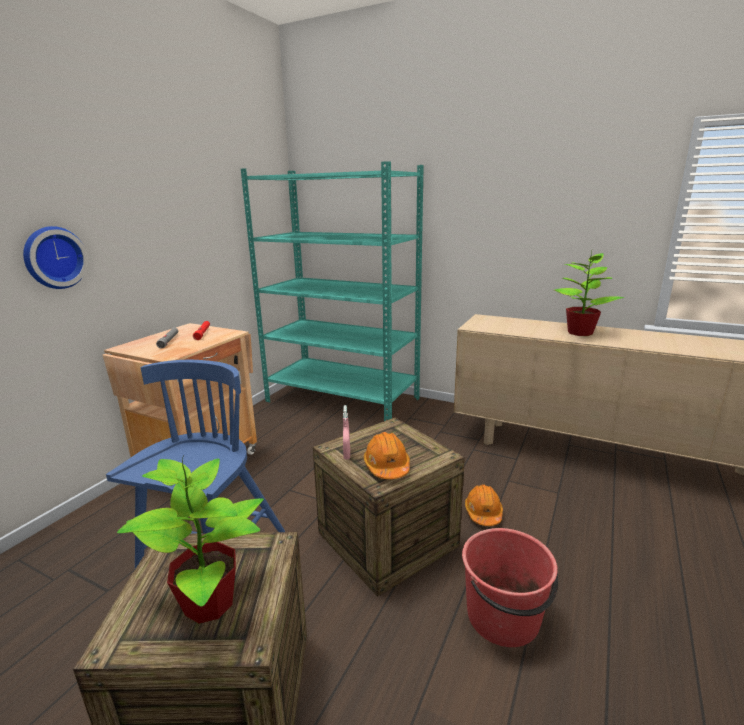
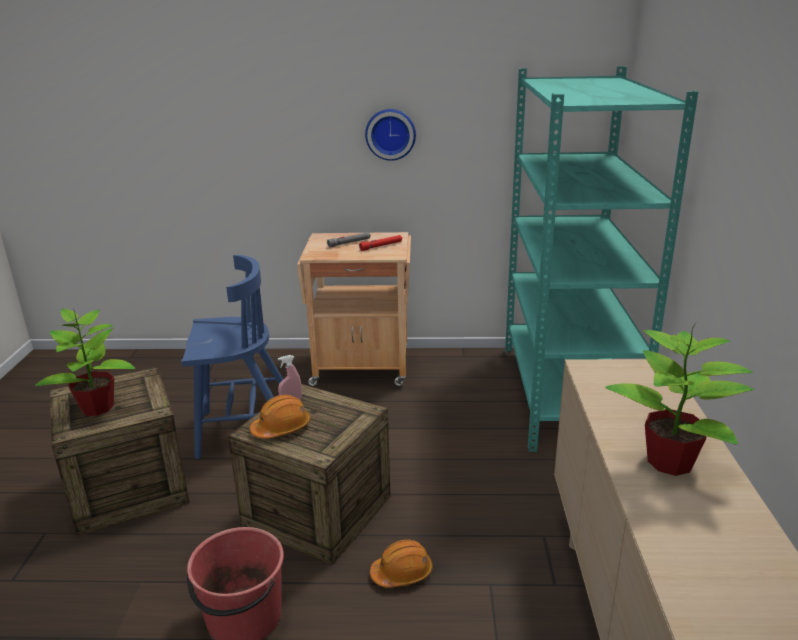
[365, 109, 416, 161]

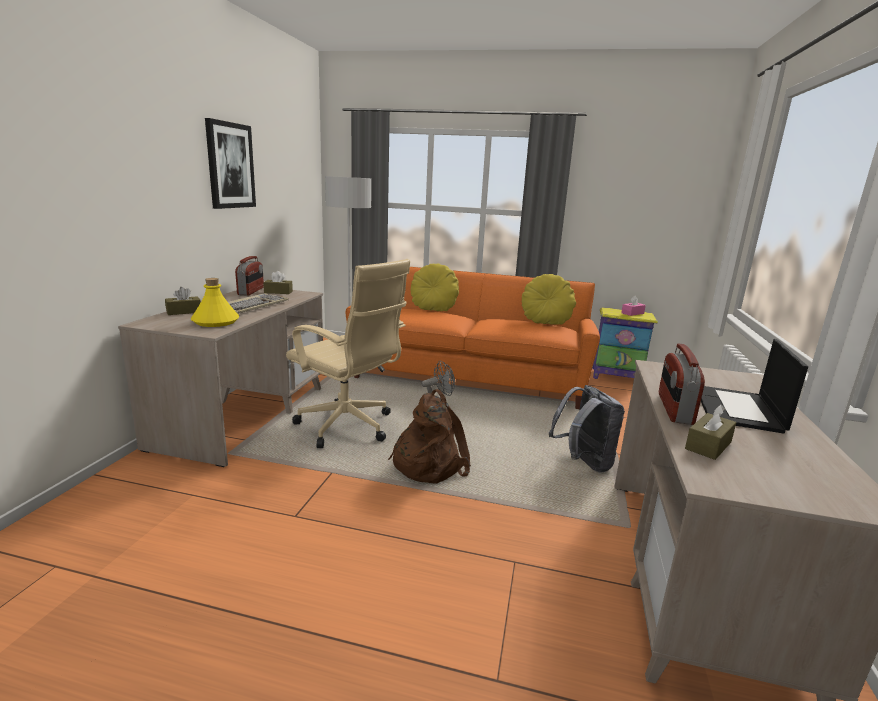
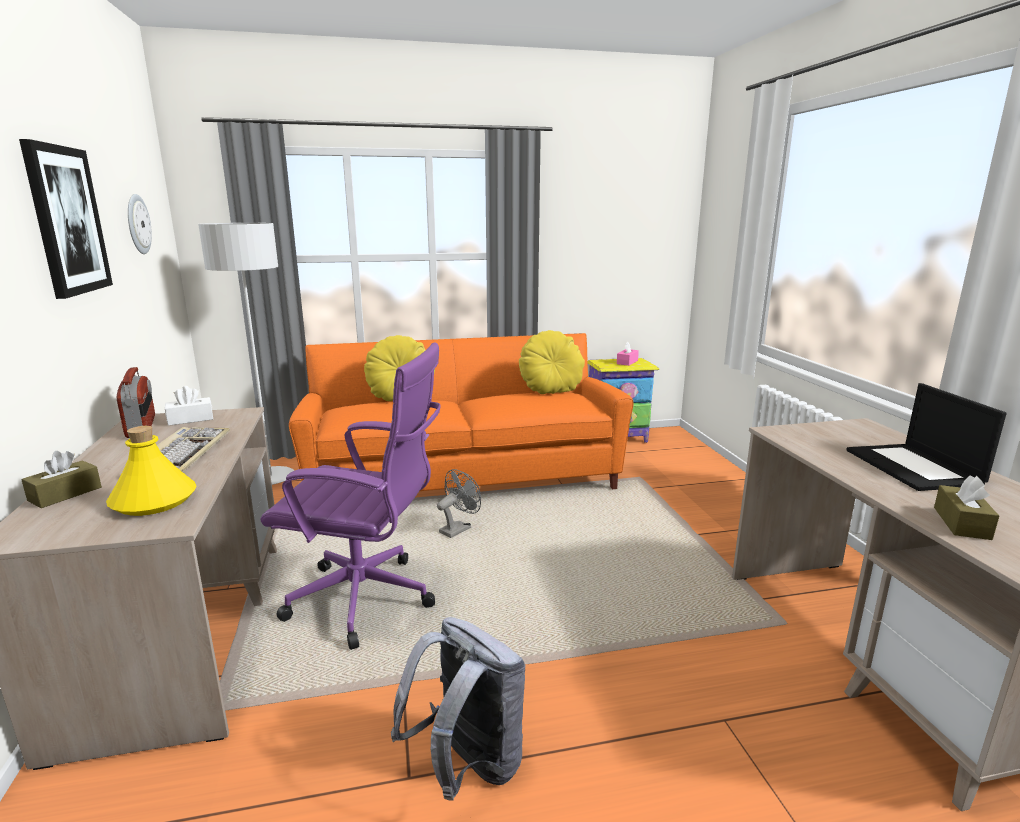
[388, 389, 471, 484] (first image)
[659, 344, 705, 425] (first image)
[128, 194, 152, 254]
[391, 617, 526, 801]
[165, 386, 213, 426]
[260, 343, 441, 650]

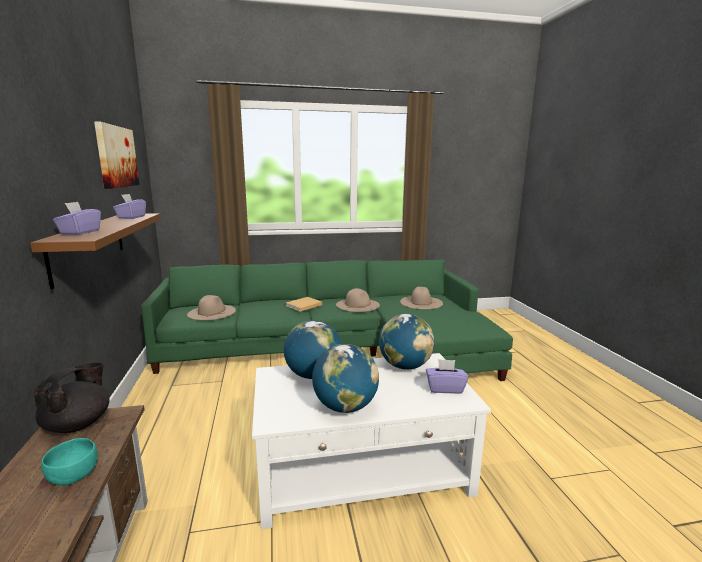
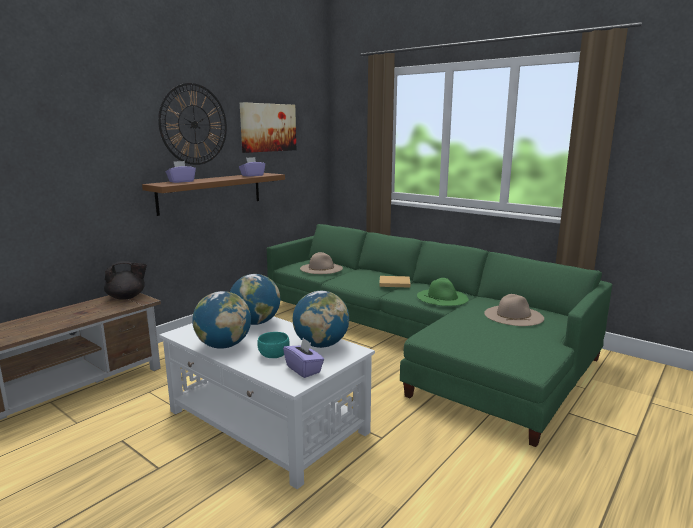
[158, 83, 227, 165]
[257, 332, 290, 358]
[417, 278, 469, 306]

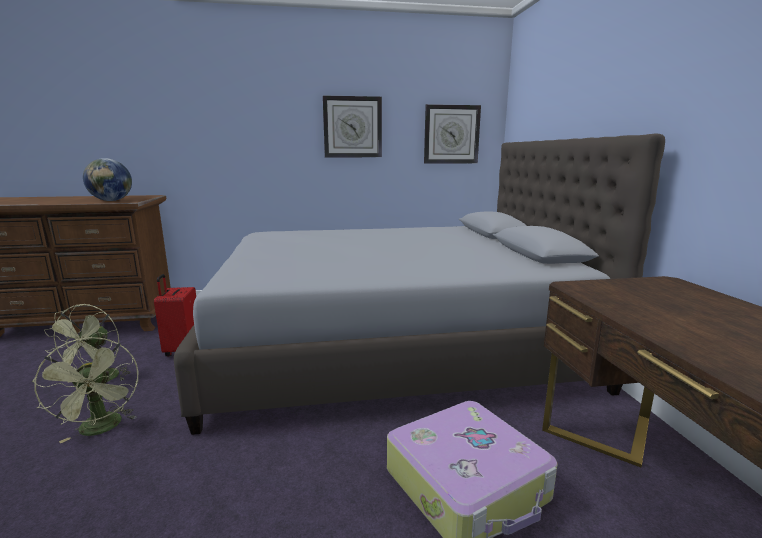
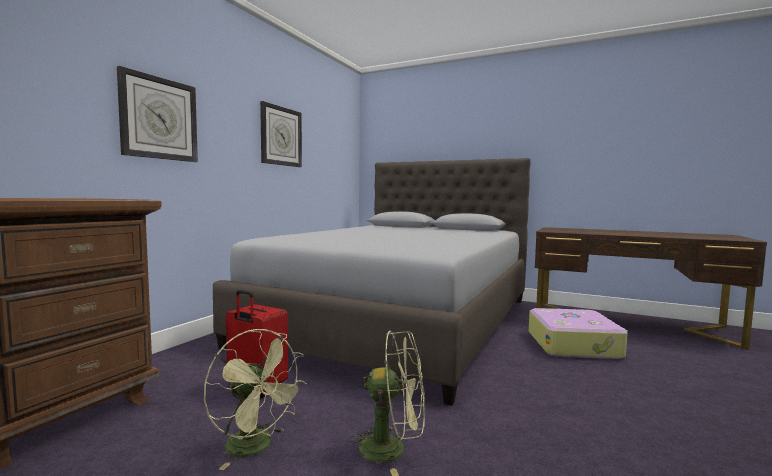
[83, 158, 132, 201] (first image)
[117, 66, 198, 162]

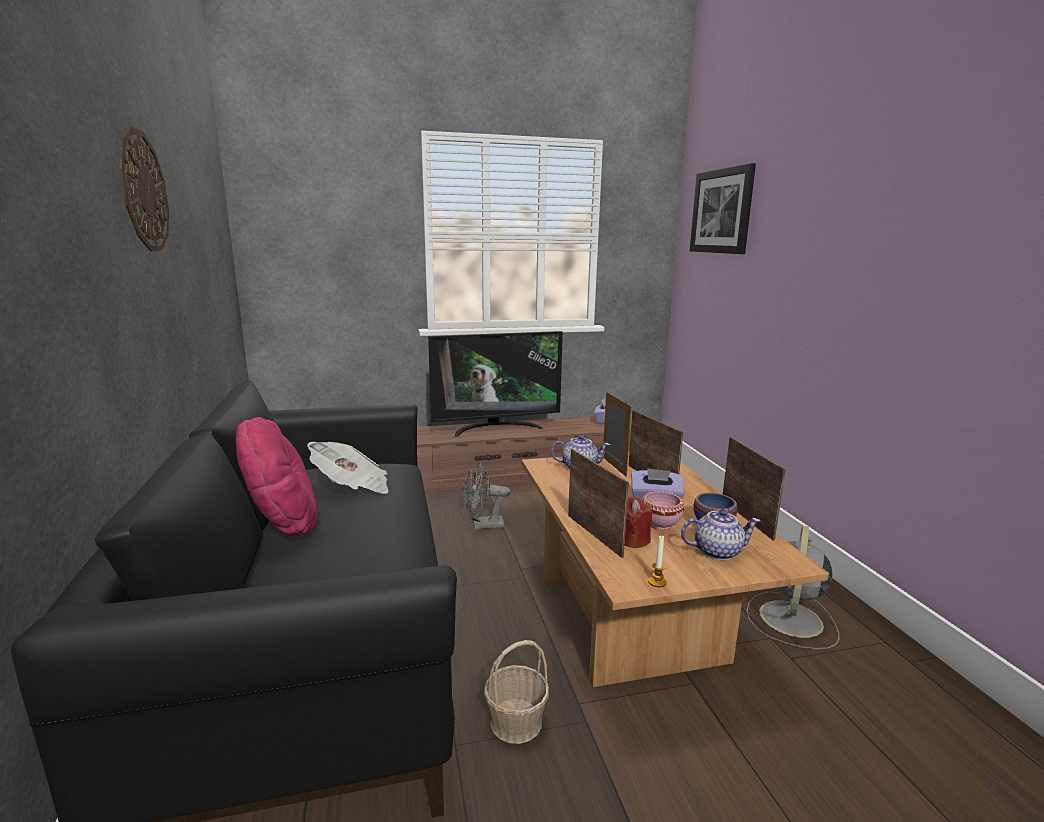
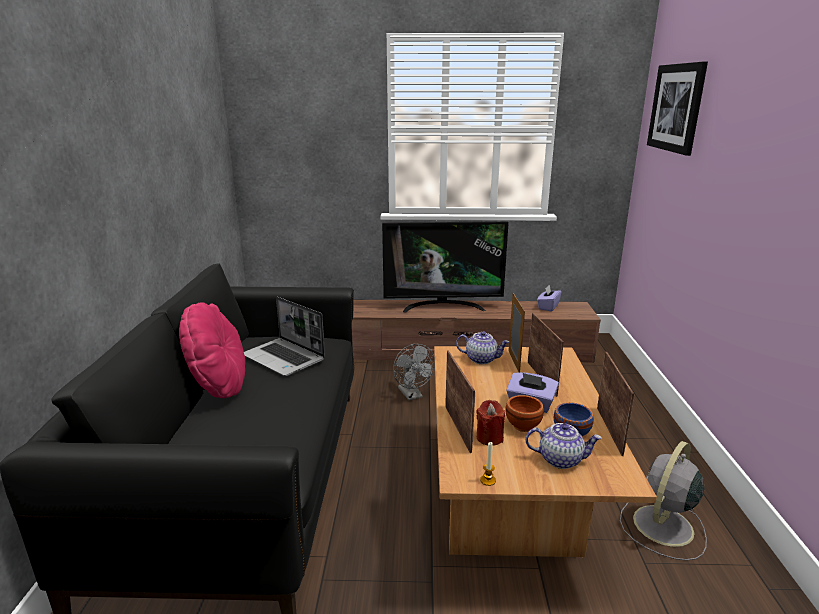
[119, 126, 169, 251] (first image)
[484, 640, 549, 744] (first image)
[244, 297, 325, 376]
[505, 395, 544, 432]
[393, 344, 435, 400]

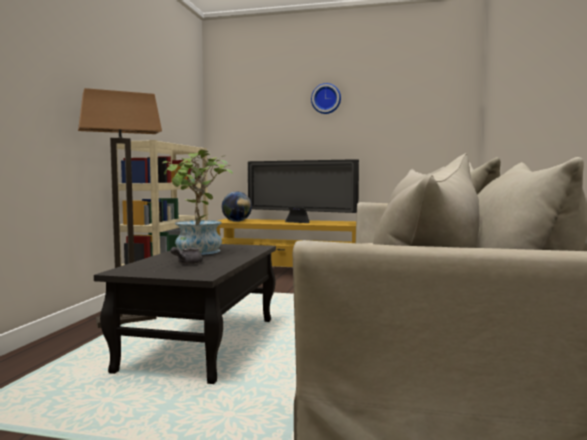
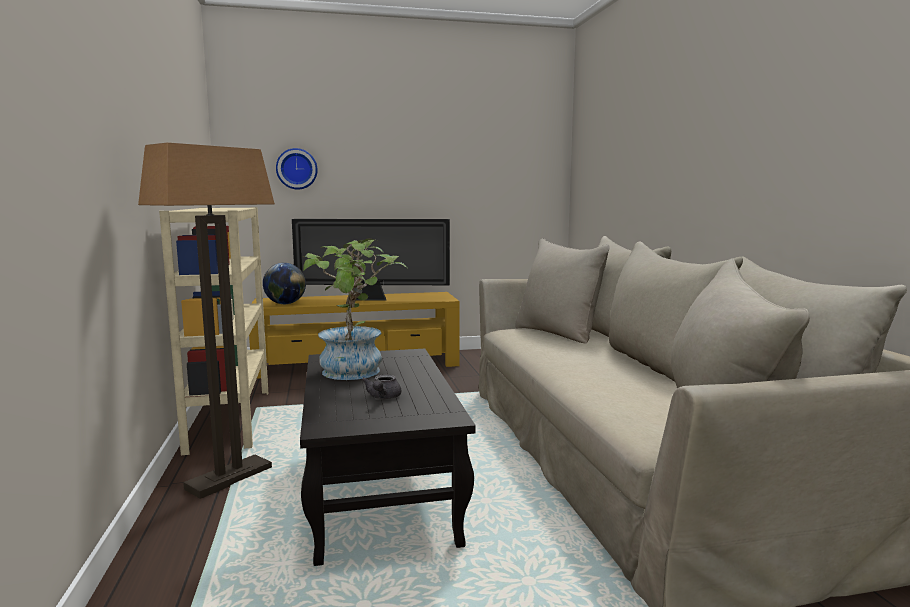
[276, 148, 318, 190]

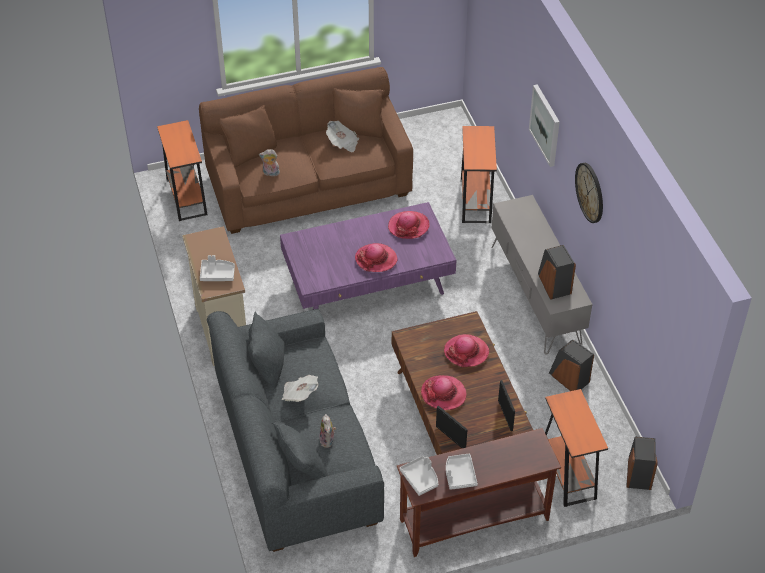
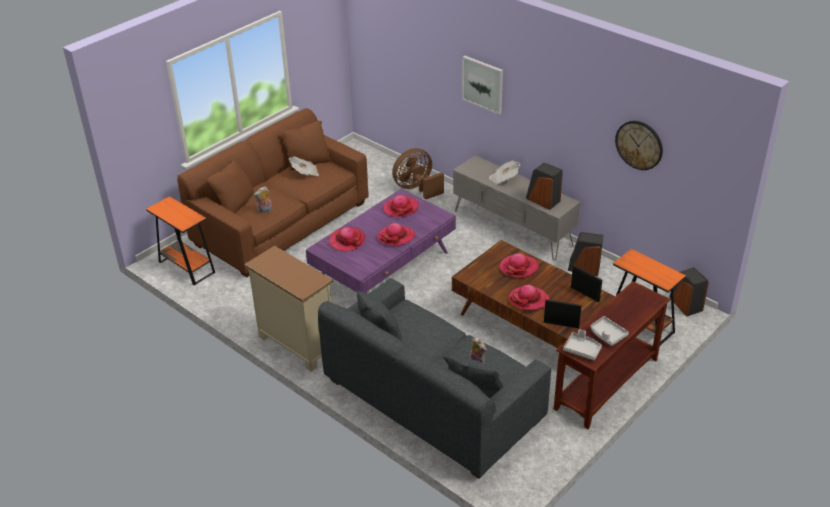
[200, 255, 235, 281] (first image)
[329, 227, 365, 251]
[489, 161, 520, 185]
[615, 121, 663, 170]
[392, 148, 444, 200]

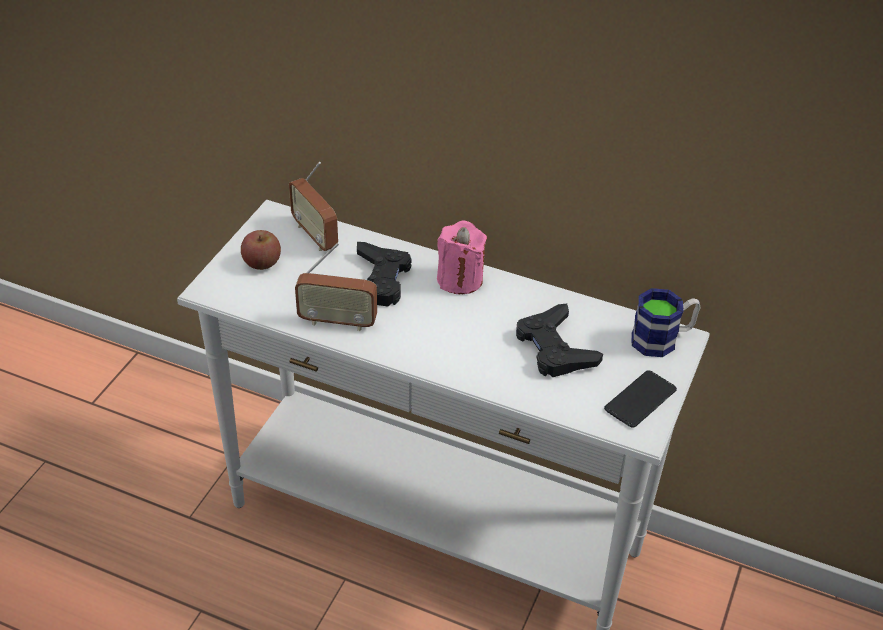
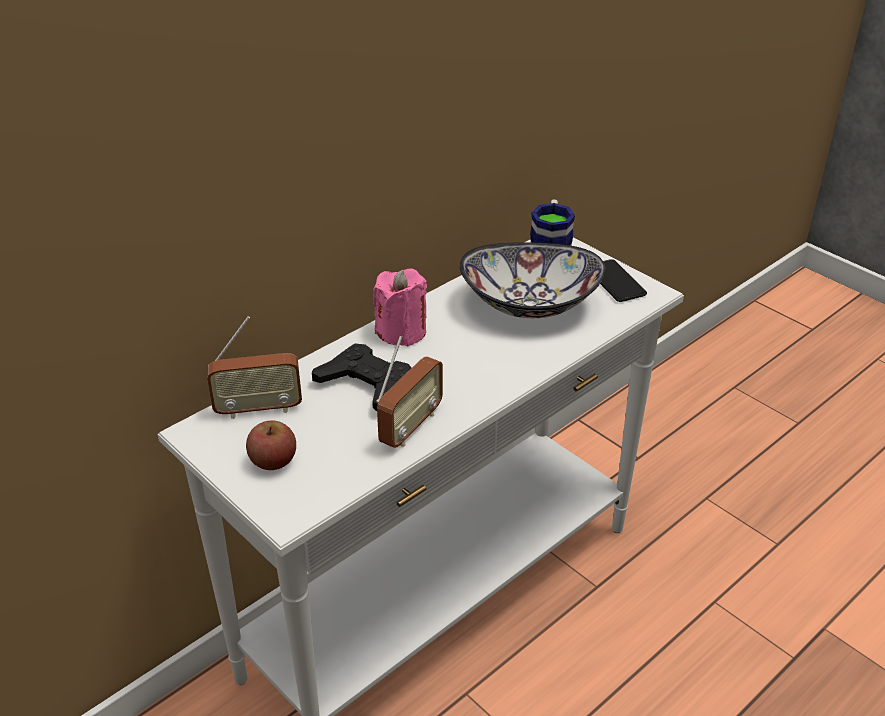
[460, 242, 605, 318]

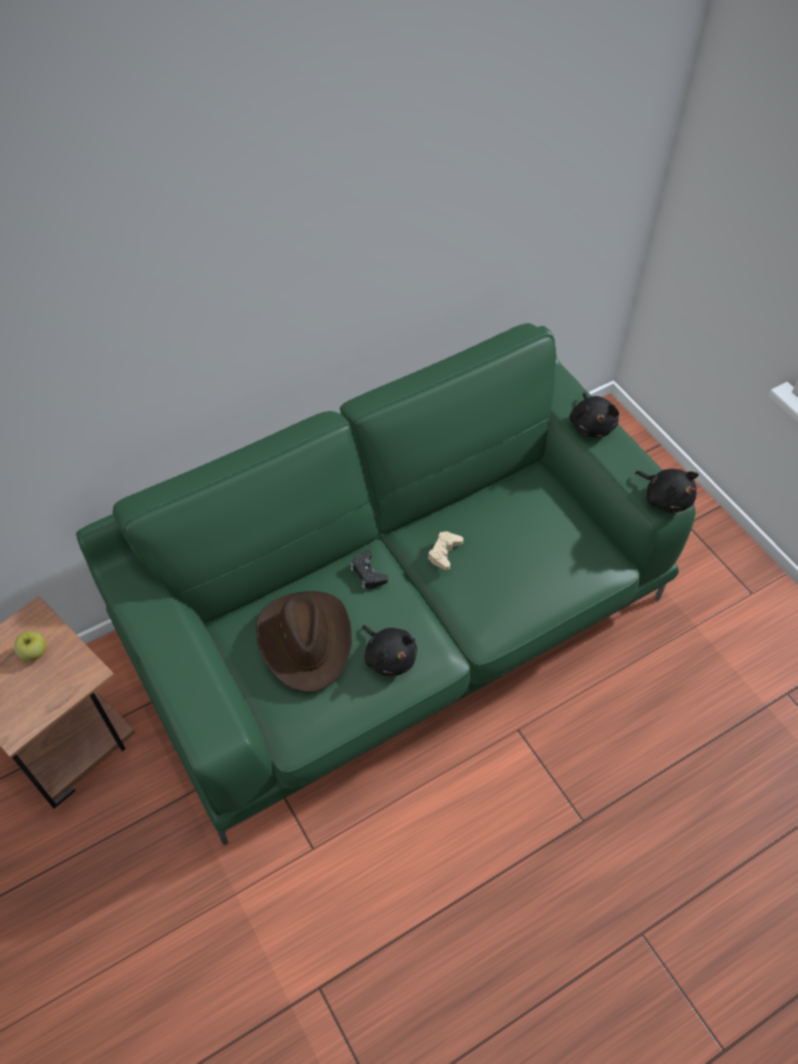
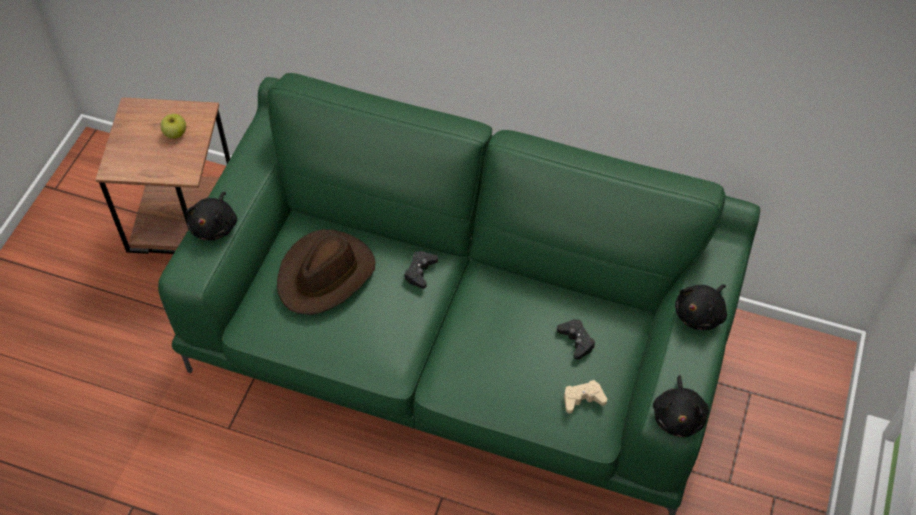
[557, 319, 595, 360]
[185, 192, 237, 241]
[564, 380, 607, 413]

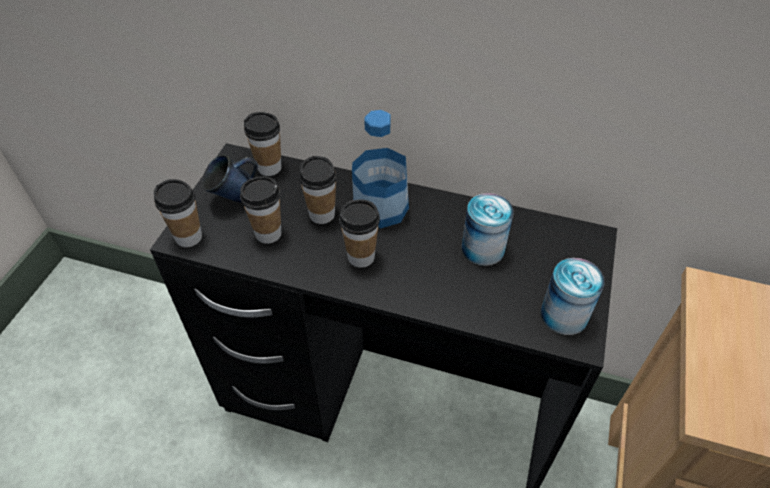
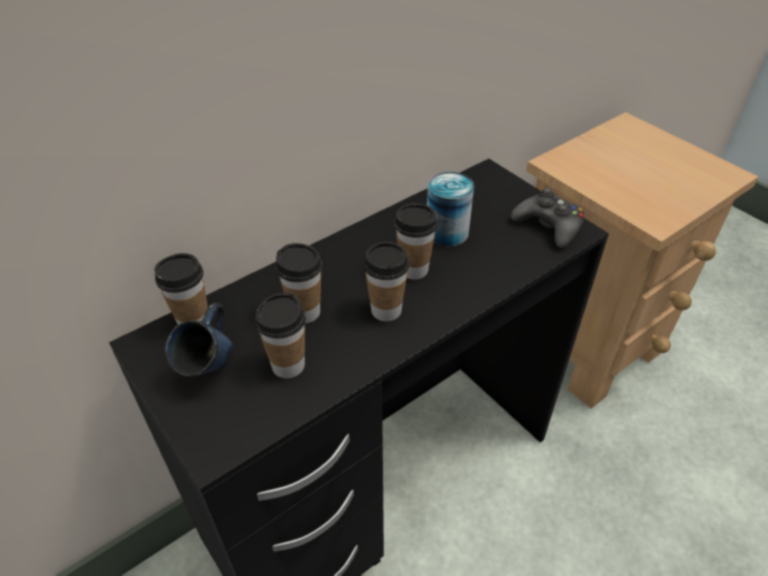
[352, 110, 409, 228] (first image)
[394, 203, 437, 280]
[511, 188, 584, 248]

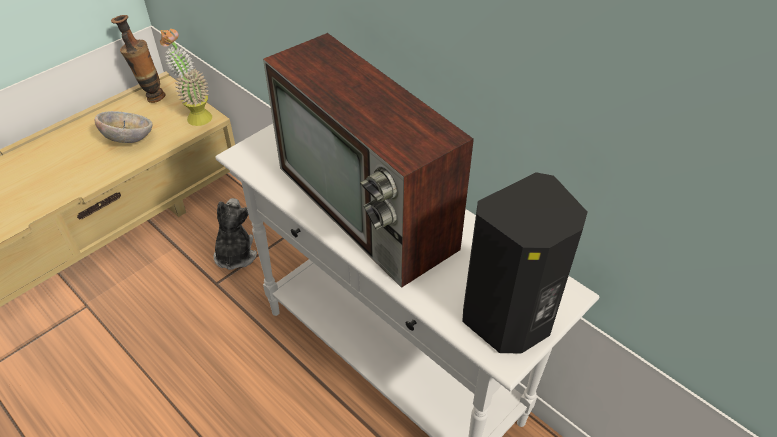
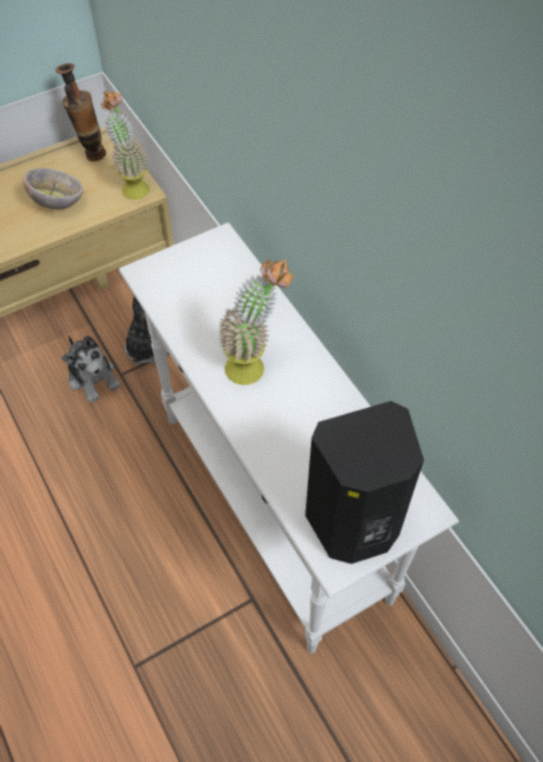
[62, 335, 121, 403]
[218, 259, 293, 385]

